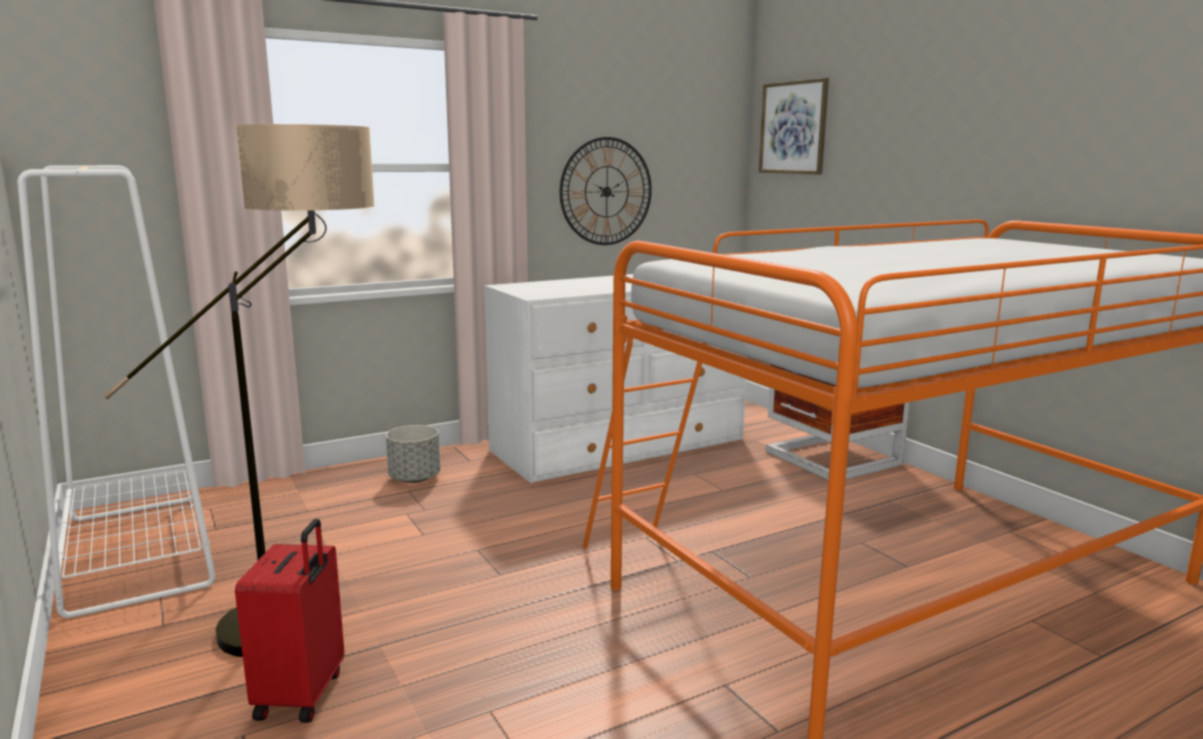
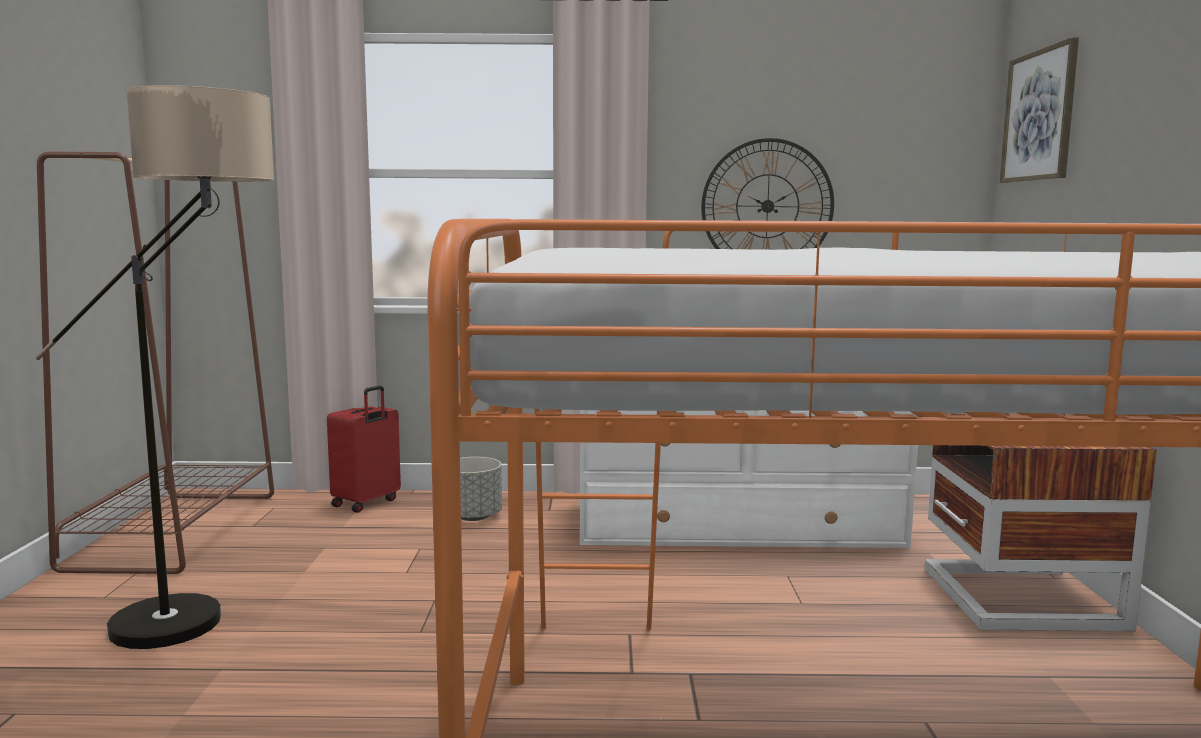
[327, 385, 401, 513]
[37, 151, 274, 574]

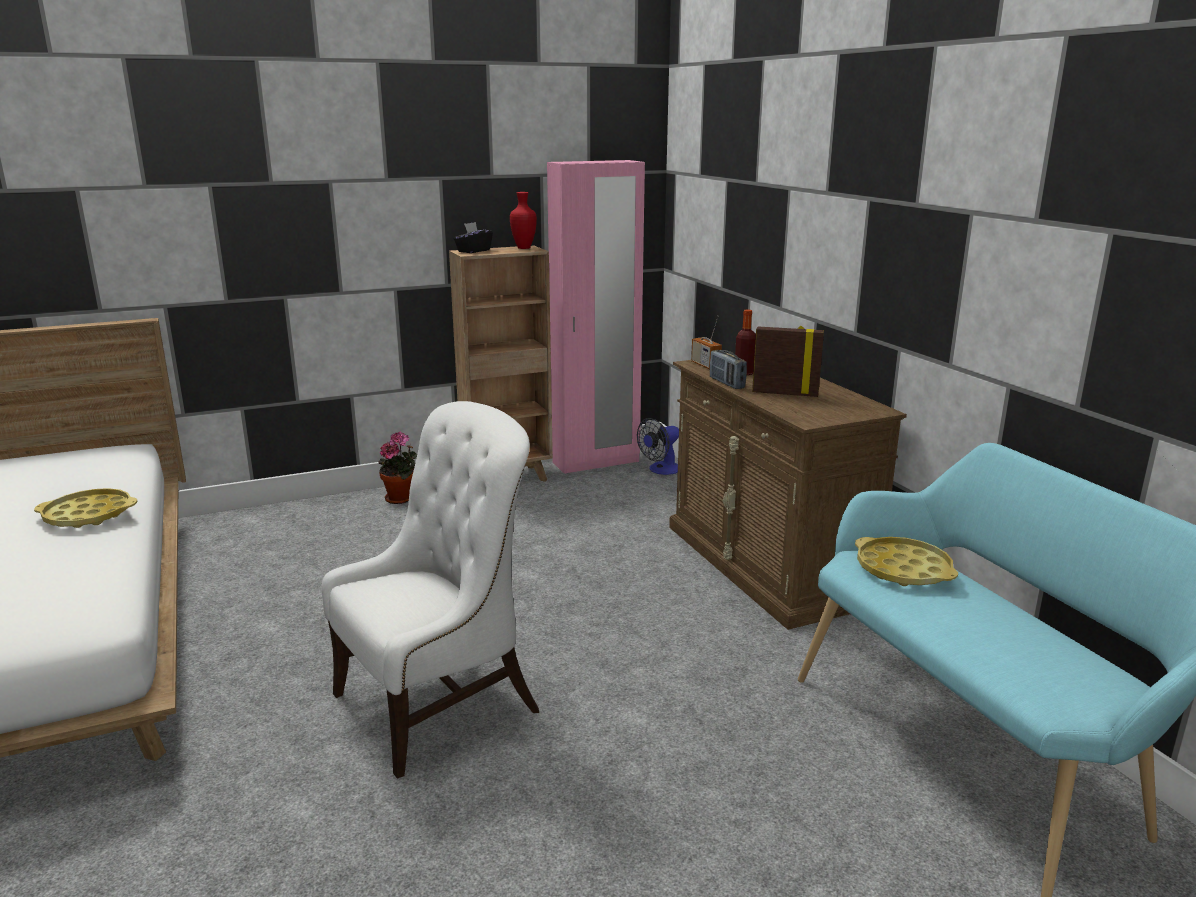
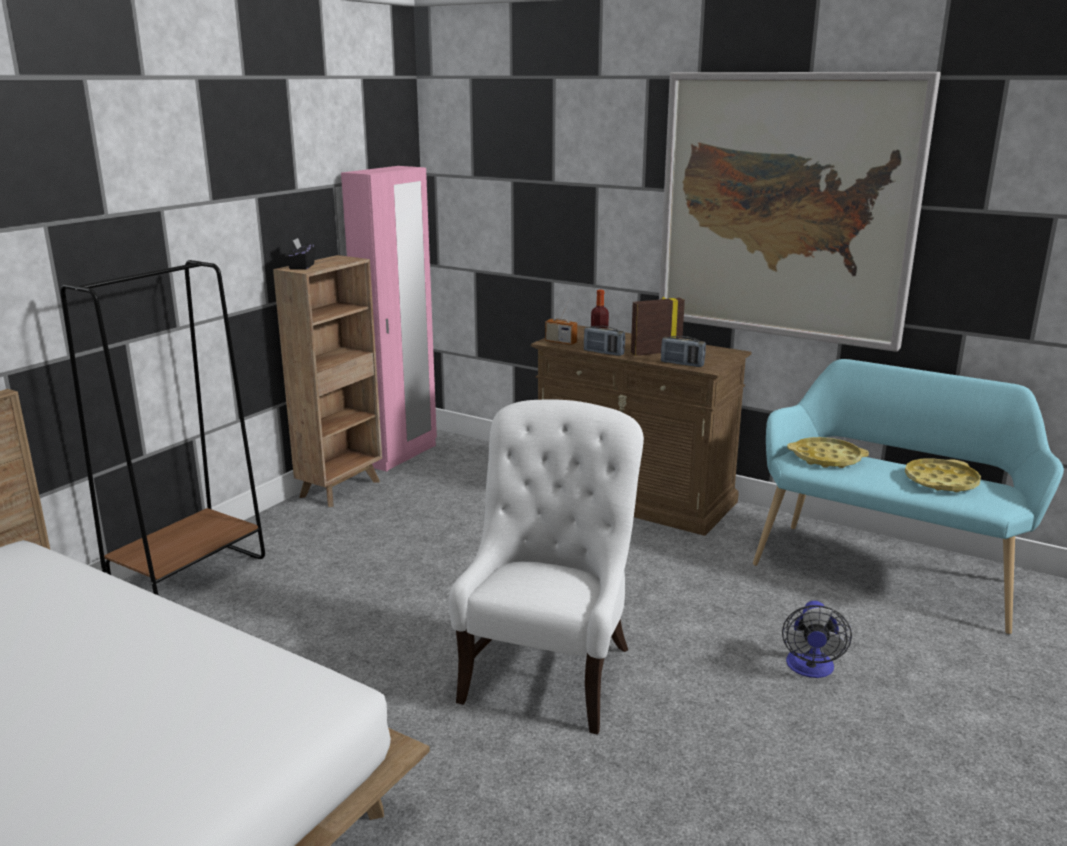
[378, 431, 417, 504] (first image)
[510, 192, 537, 249] (first image)
[60, 260, 265, 596]
[659, 72, 941, 352]
[661, 336, 706, 367]
[905, 458, 981, 492]
[782, 601, 852, 678]

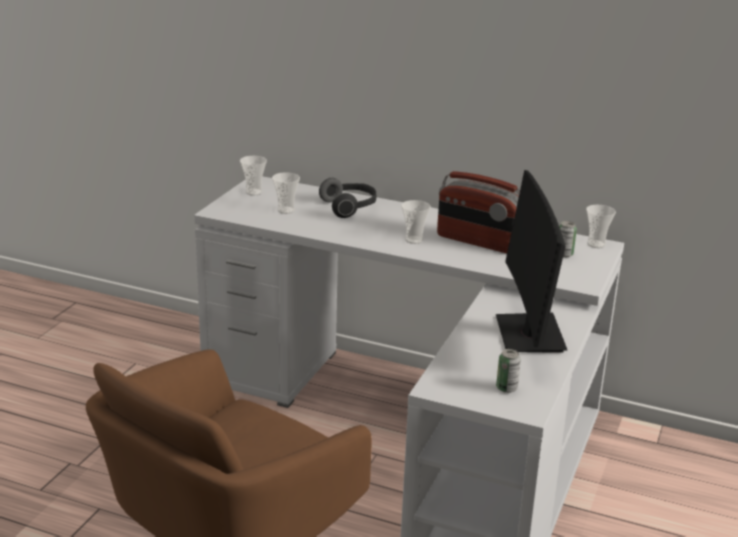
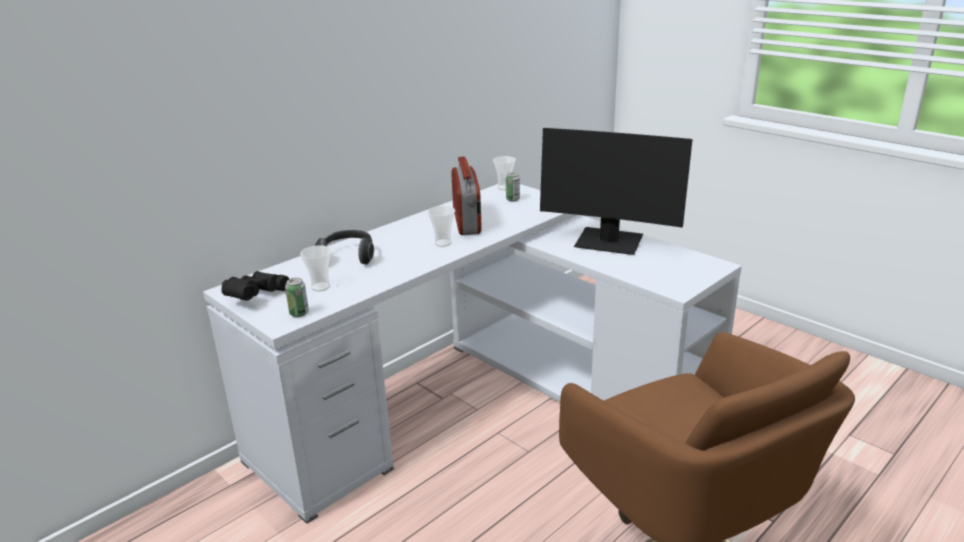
[285, 278, 309, 317]
[222, 271, 289, 300]
[451, 156, 481, 235]

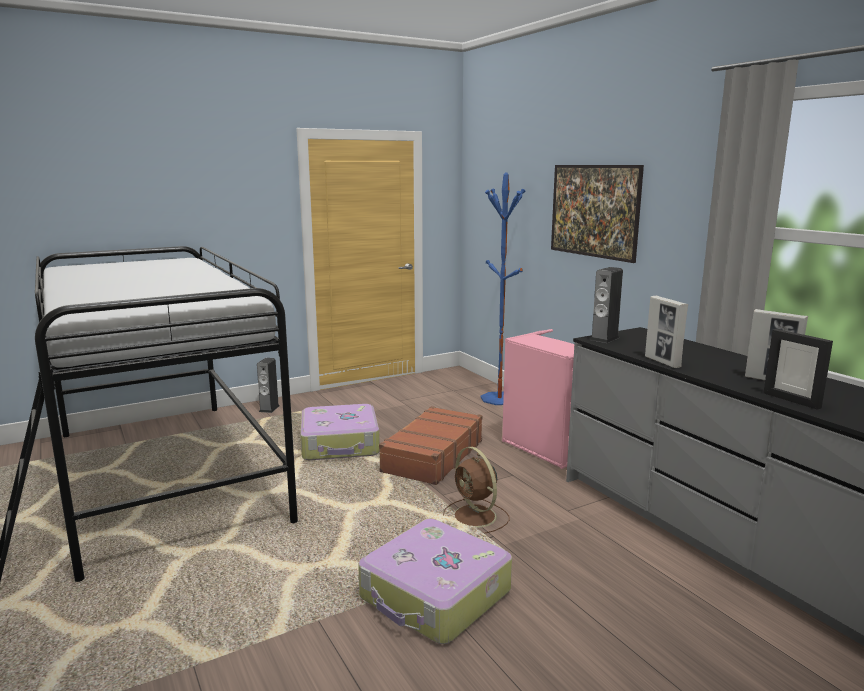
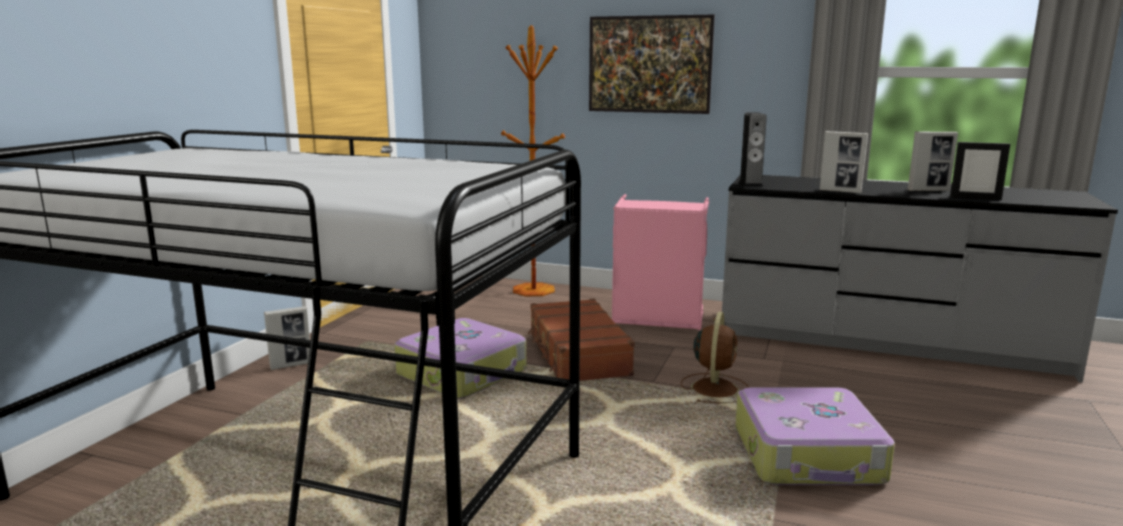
[264, 306, 310, 370]
[501, 25, 565, 296]
[681, 312, 749, 403]

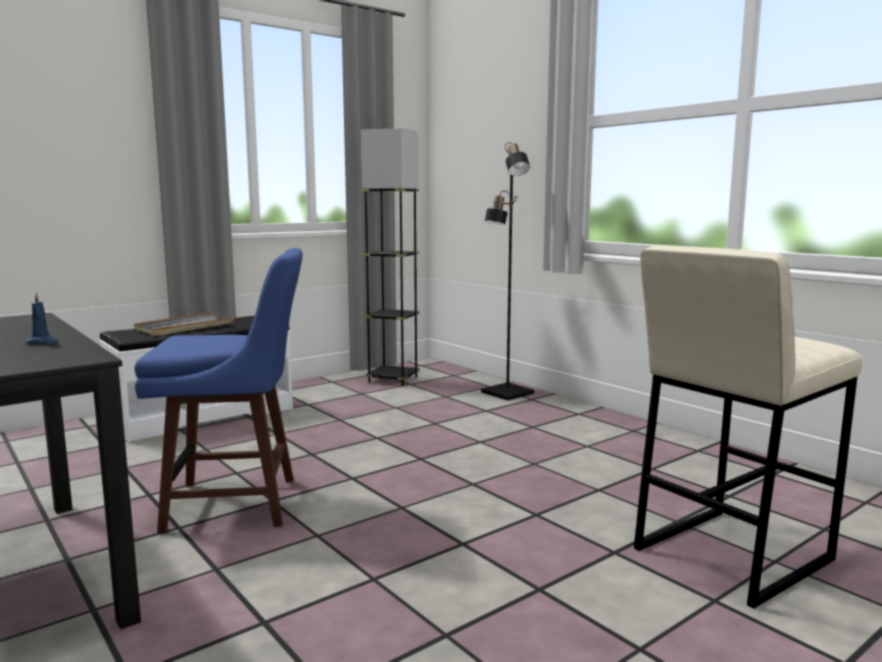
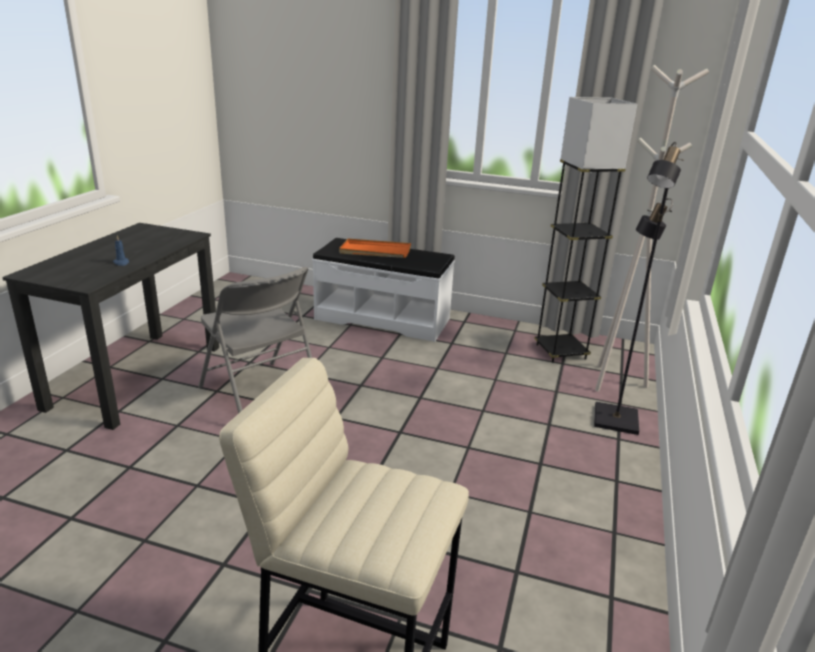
[595, 65, 709, 392]
[198, 267, 312, 414]
[339, 239, 411, 258]

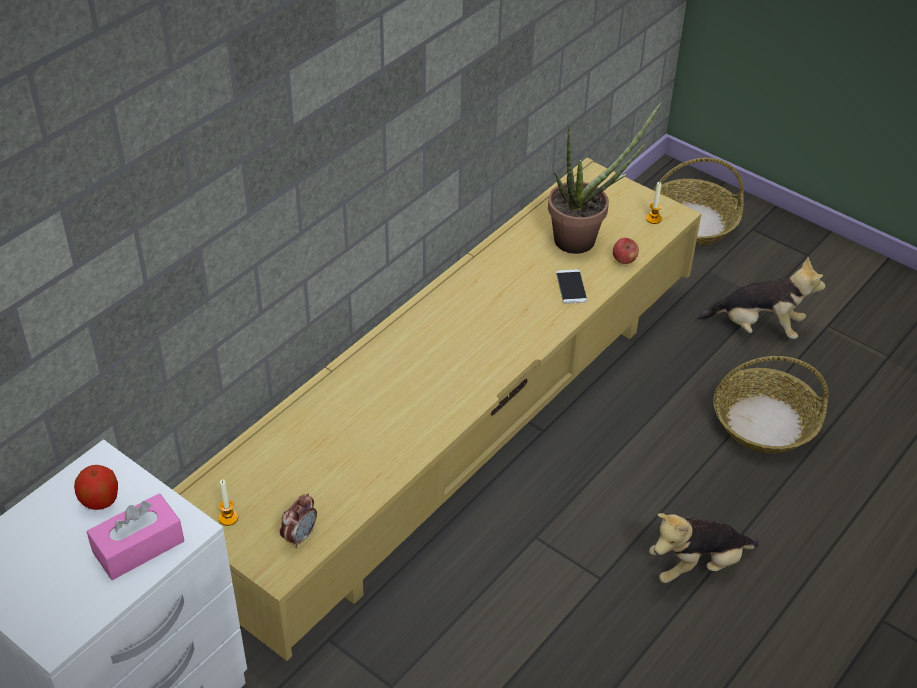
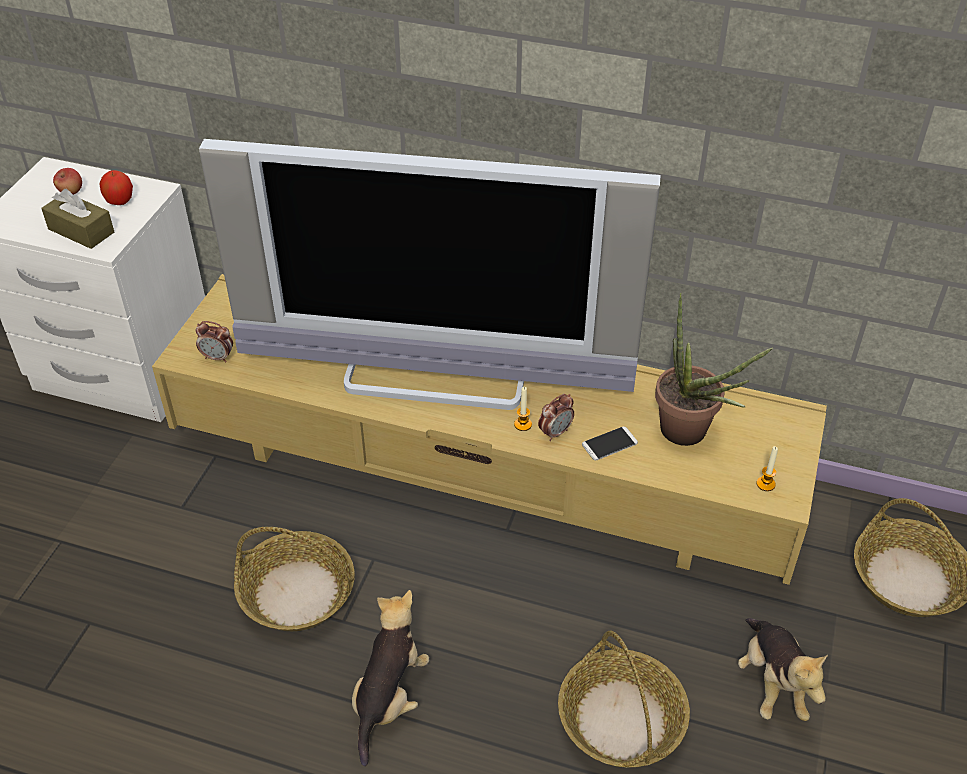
[199, 139, 660, 410]
[234, 527, 355, 631]
[538, 394, 574, 441]
[514, 387, 532, 431]
[53, 168, 82, 195]
[41, 189, 114, 249]
[352, 590, 429, 766]

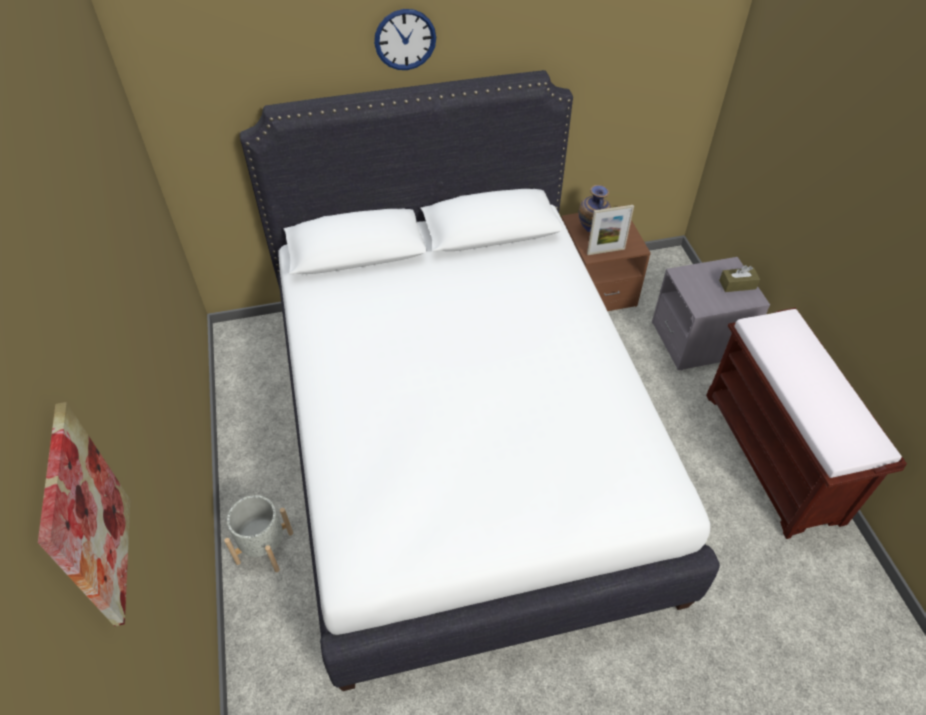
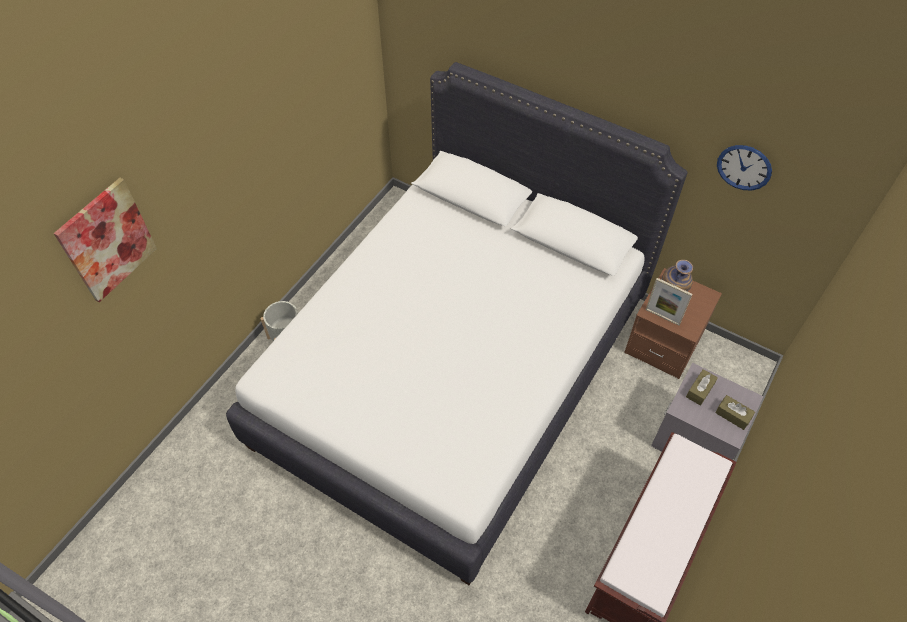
[686, 369, 718, 406]
[717, 145, 772, 190]

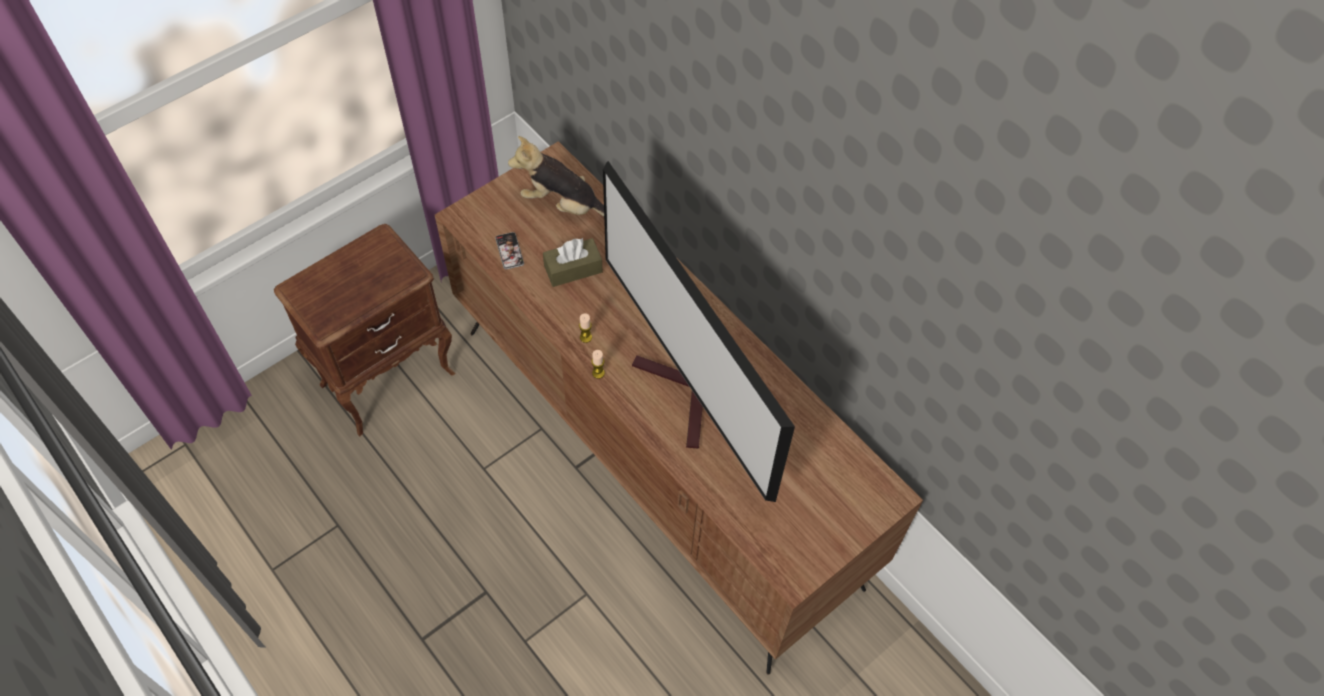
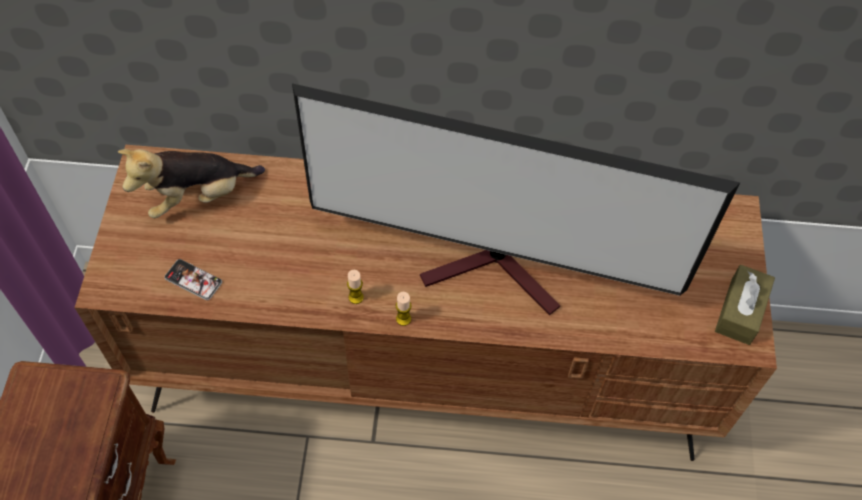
[715, 265, 775, 345]

